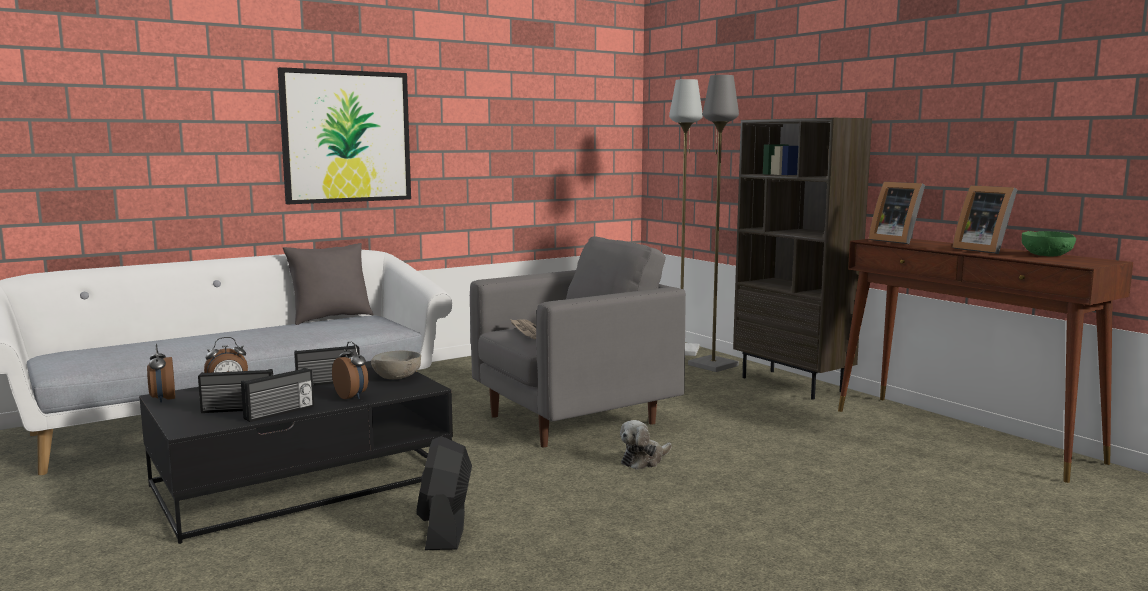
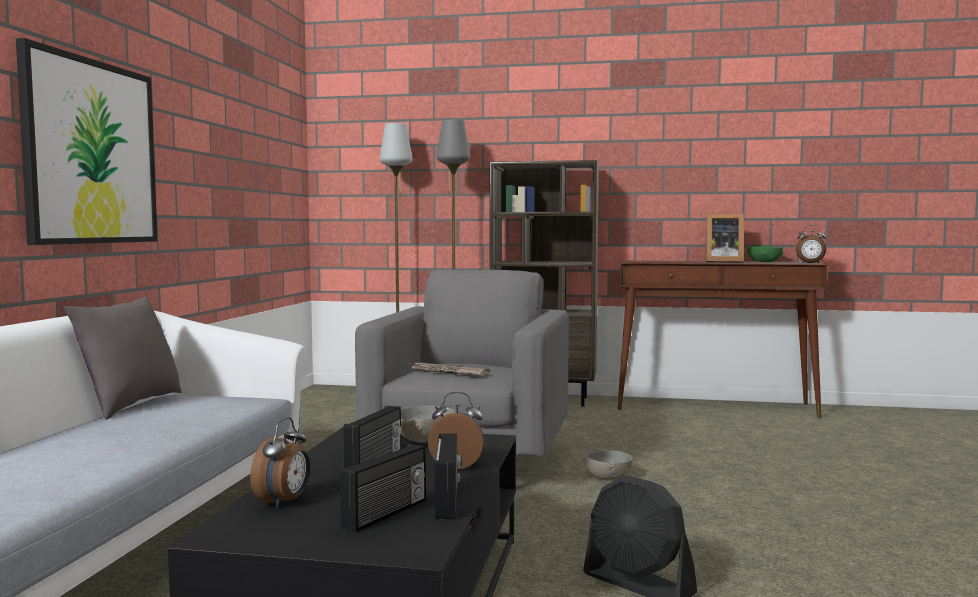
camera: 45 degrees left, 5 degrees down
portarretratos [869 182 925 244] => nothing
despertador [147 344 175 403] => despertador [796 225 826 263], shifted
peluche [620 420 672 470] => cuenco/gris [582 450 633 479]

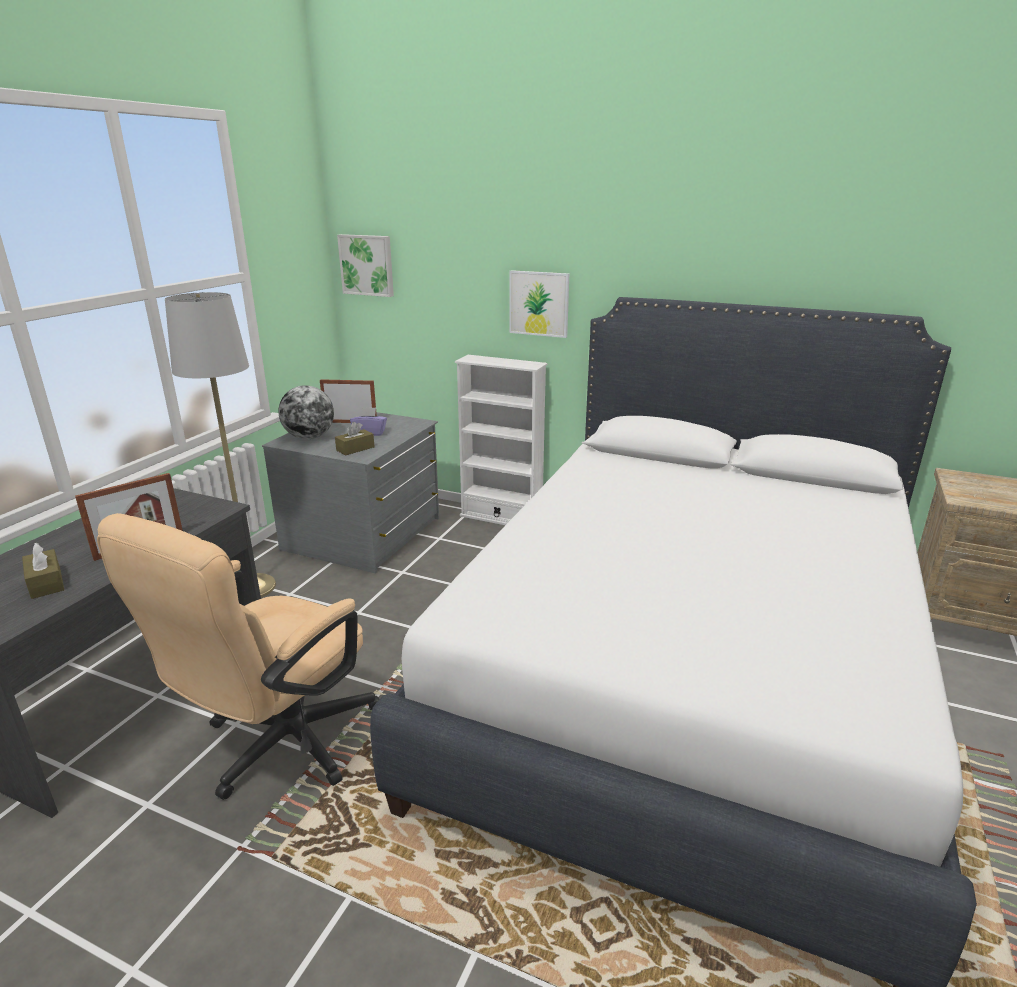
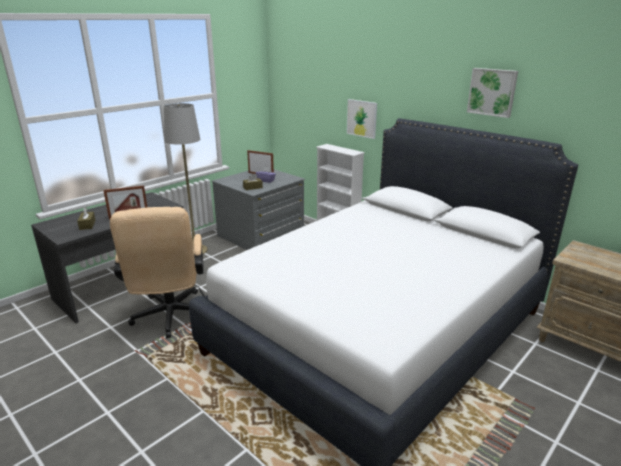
camera: 20 degrees right, 0 degrees up
globo terráqueo [279 385 334 439] => nothing
cuadro [337 234 394 297] => cuadro [467 68 518 118], shifted
silla de oficina/beis [97 513 379 800] => silla de oficina/beis [110 207 205 338], 60 degrees counterclockwise

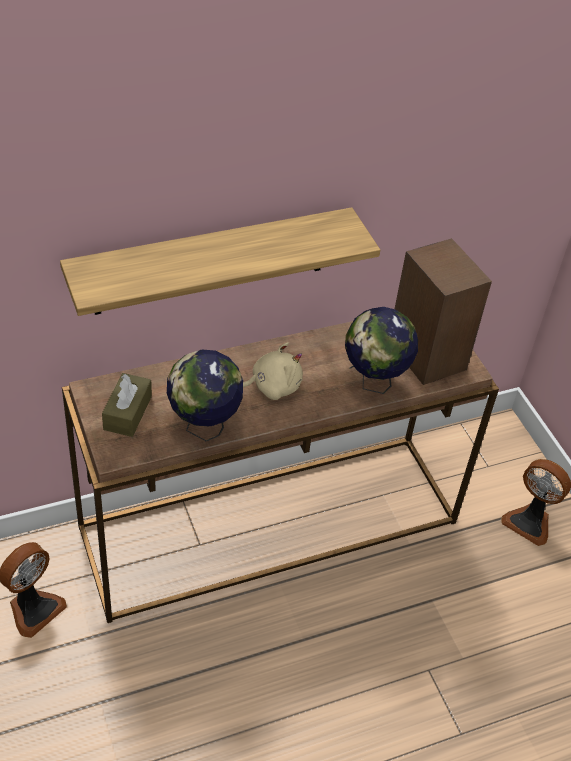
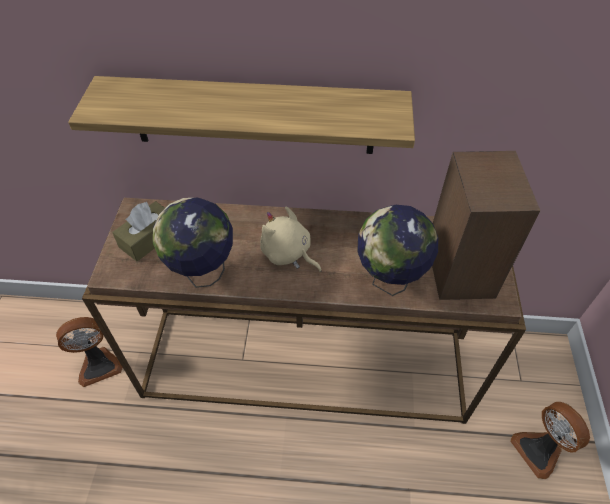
camera: 30 degrees right, 5 degrees up
peluche/beis [243 342 303 400] => peluche/beis [260 207 322 272], 150 degrees counterclockwise

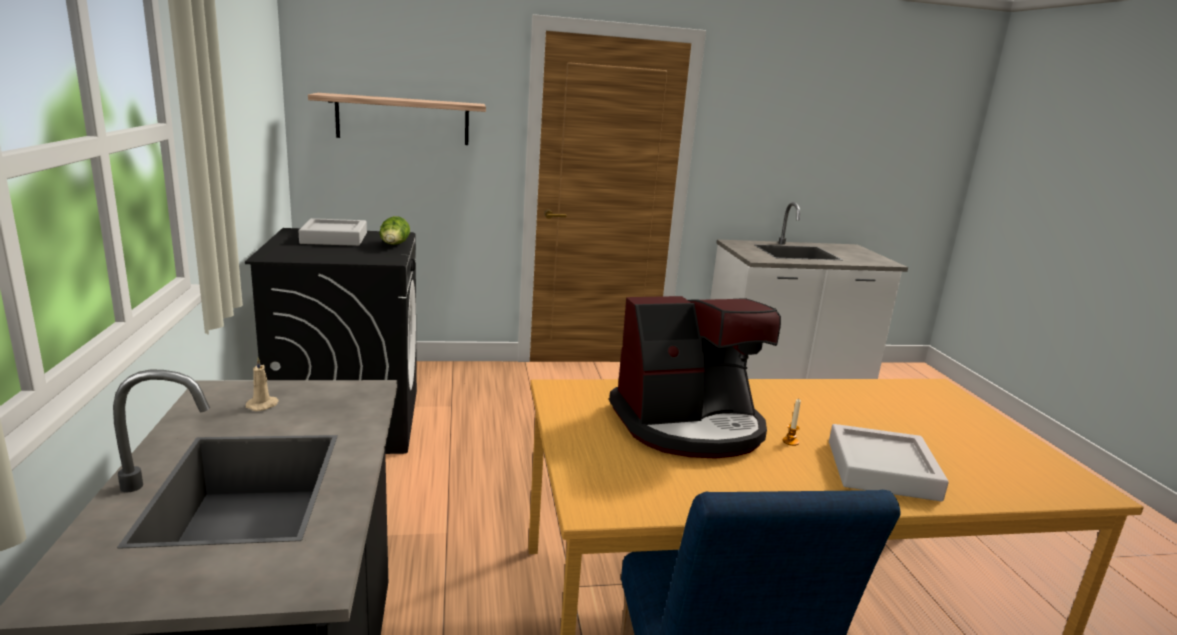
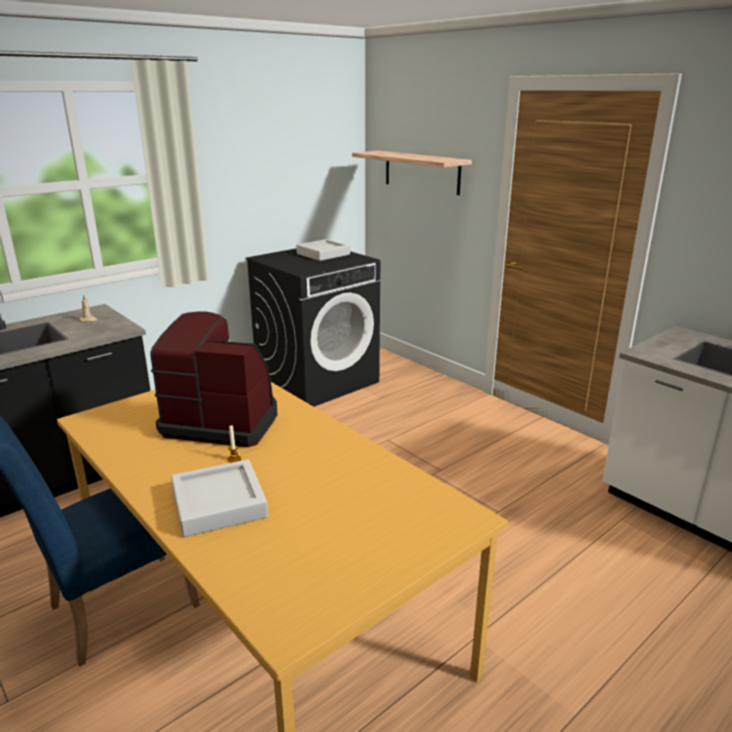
camera: 60 degrees right, 5 degrees up
lechuga [379 216 410 245] => nothing
cafetera [609 296 781 459] => cafetera [150 311 278 447], 150 degrees clockwise

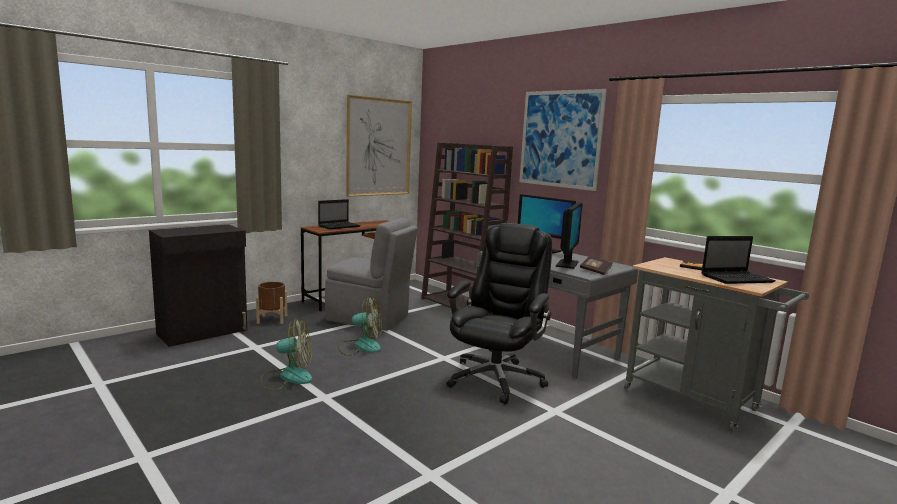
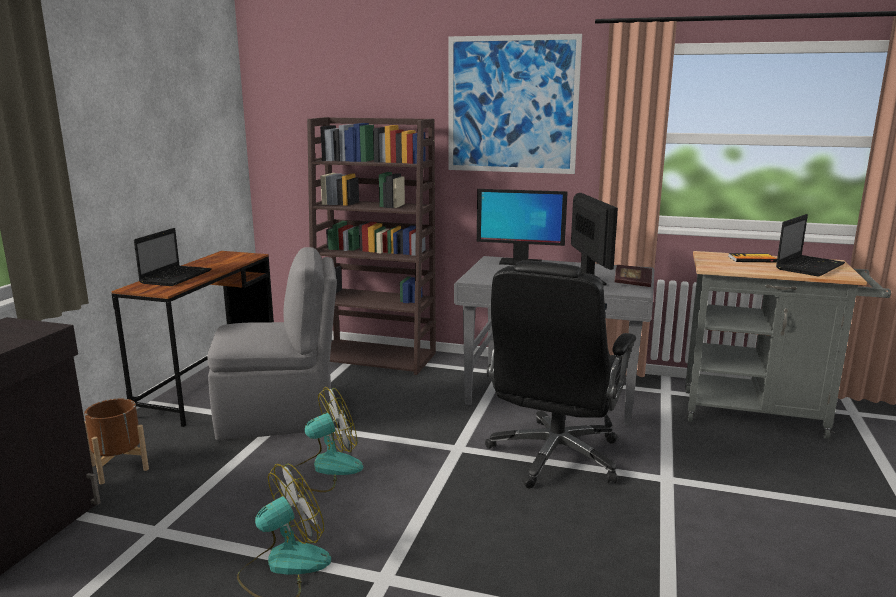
camera: 30 degrees left, 5 degrees up
cuadro [346 95 412 197] => nothing
silla de oficina/negro [446 223 552 405] => silla de oficina/negro [485 261 636 488], 150 degrees counterclockwise

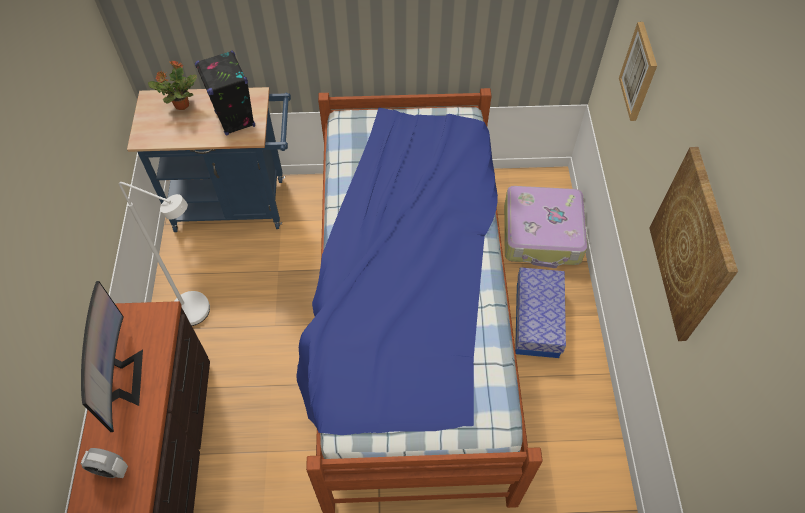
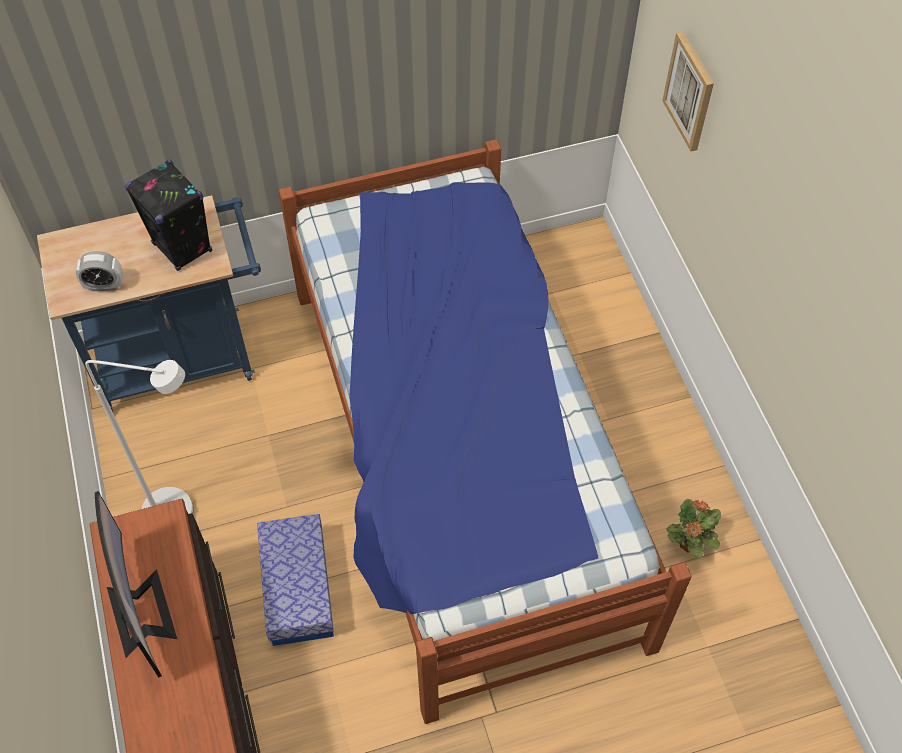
camera: 15 degrees left, 0 degrees up
maleta [504 186 587 268] => nothing
cuadro [649 147 738 341] => nothing
despertador [81 448 128 478] => despertador [76 251 123 291], shifted
planta en maceta [148 61 197 110] => planta en maceta [666 499 721 558], shifted
caja de almacenaje [515 267 566 358] => caja de almacenaje [257 514 334 646], shifted

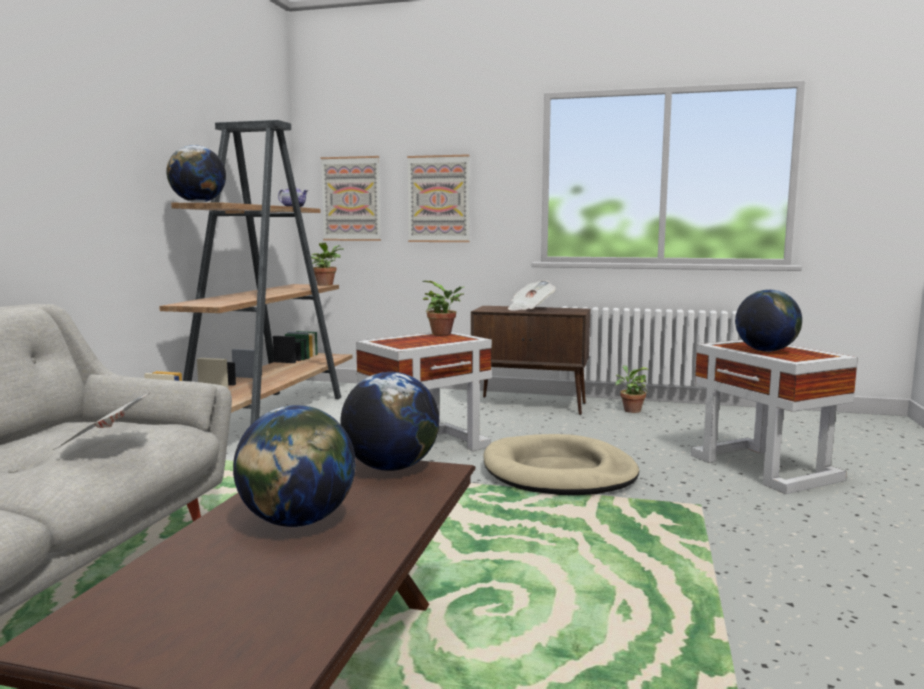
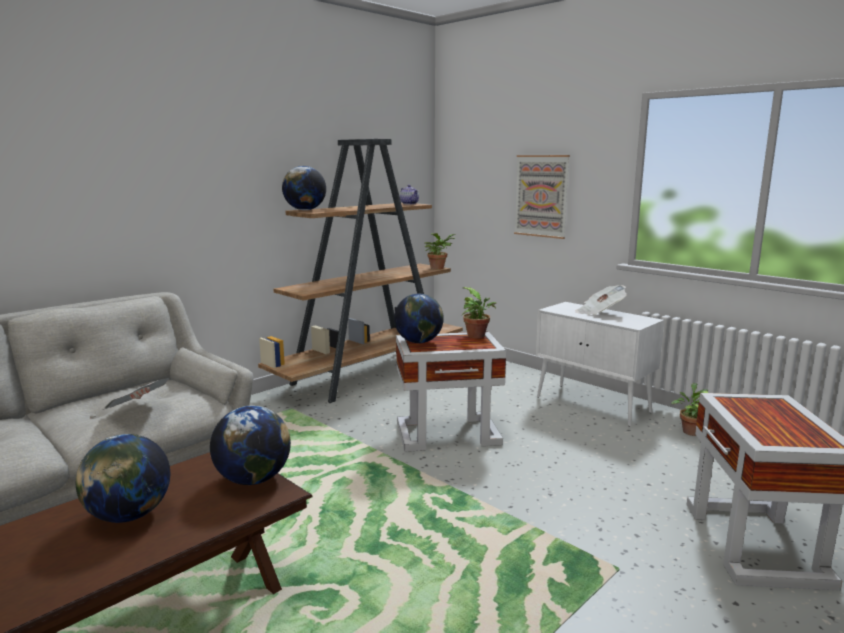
camera: 30 degrees right, 5 degrees up
cuadro [321 156 381 241] => nothing
cama para perro/beis [483 434 639 495] => nothing
globo terráqueo [735 290 802 352] => globo terráqueo [394 294 444 343], shifted
armario/marrón [471 306 590 415] => armario/blanco [536 302 664 427]

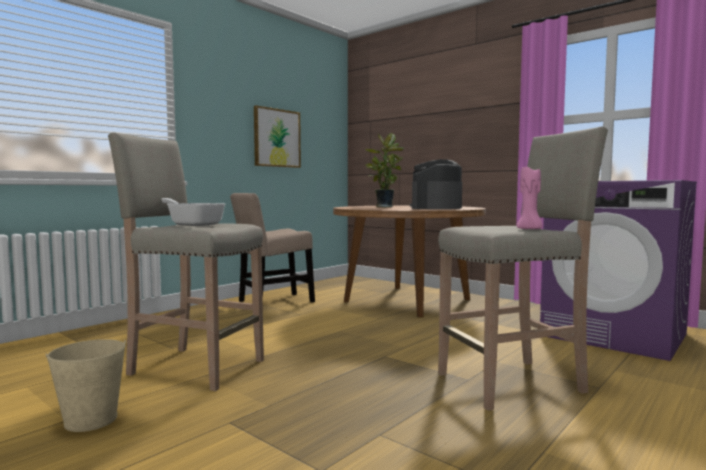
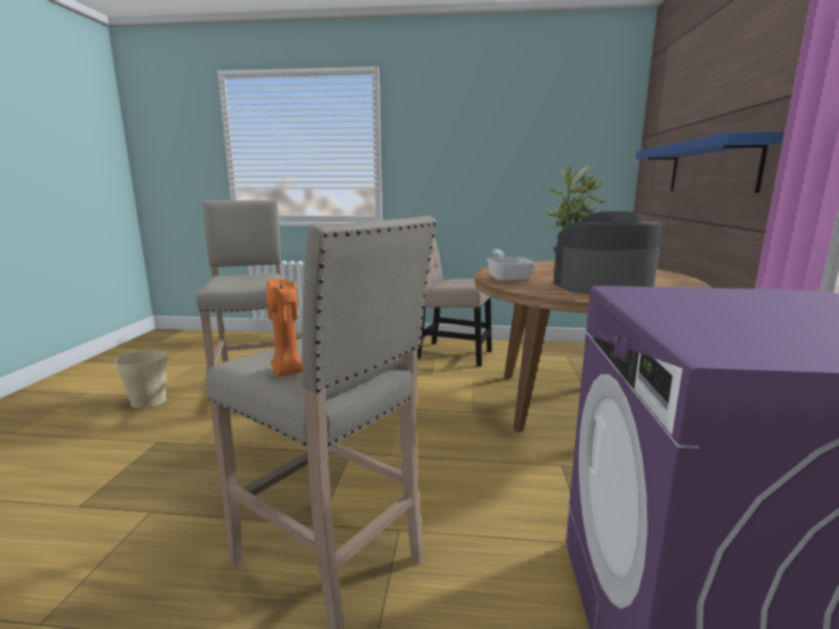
camera: 55 degrees right, 10 degrees up
cuadro [254 105 301 168] => nothing
nothing => estante/azul [636 132 783 193]
sartén [161 198 225 226] => sartén [487 250 535 282], shifted
vela/rosa [517 167 543 229] => vela/naranja [266 279 302 376]

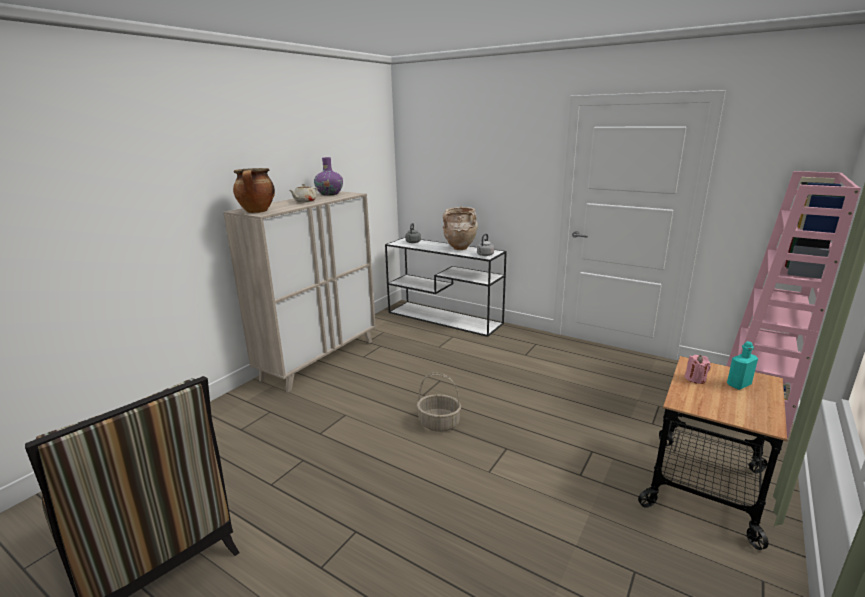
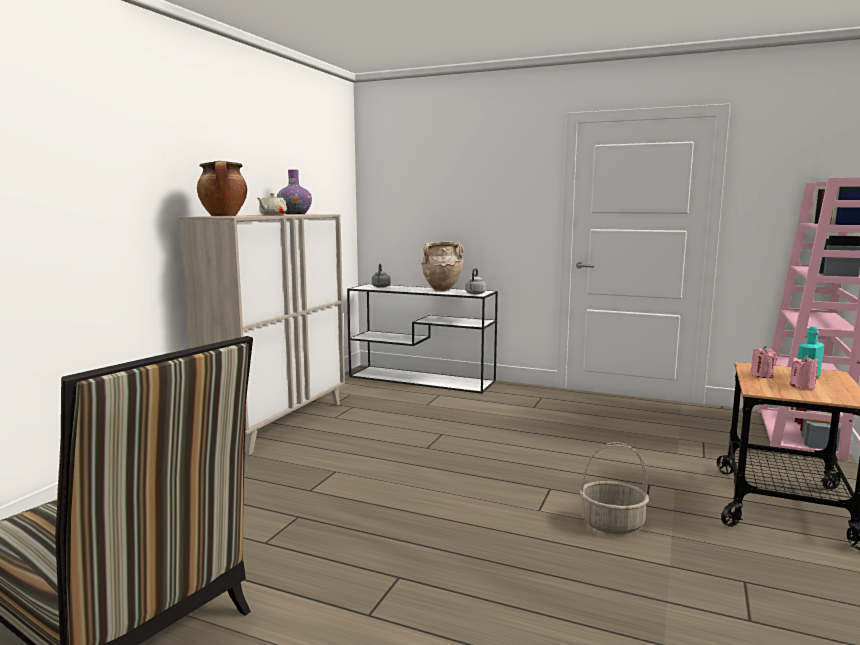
camera: 10 degrees left, 10 degrees down
nothing => vela/rosa [790 355 818 389]
cesta [417 373 461 432] => cesta [580 442 649 534], shifted

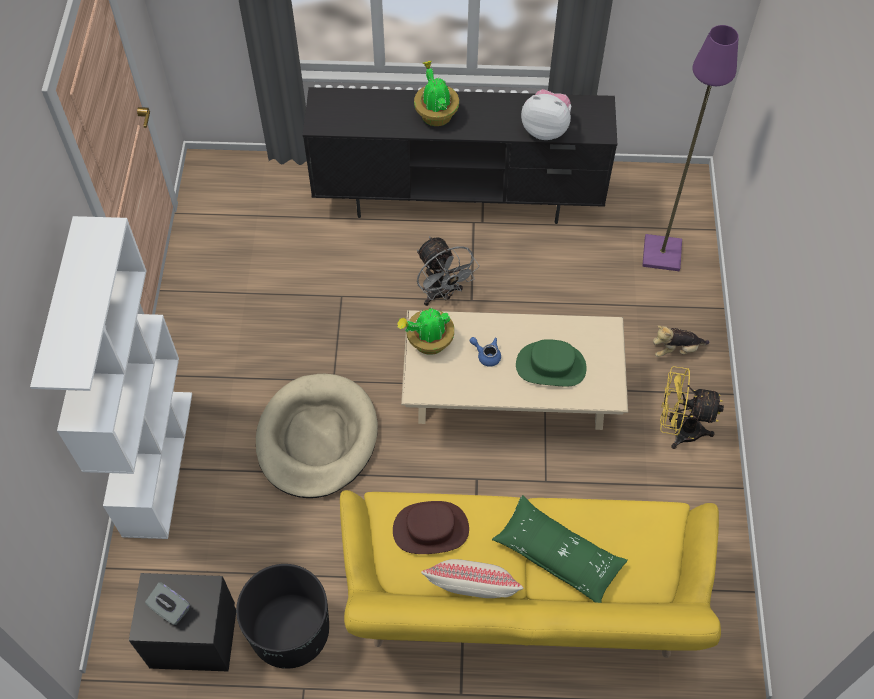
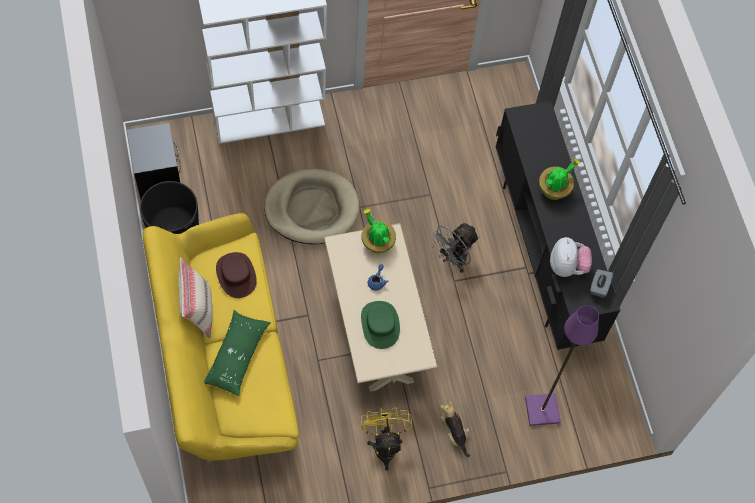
camera: 70 degrees right, 5 degrees up
caja de pañuelos/gris [145 582 190 625] => caja de pañuelos/gris [590 269 613 298], shifted

